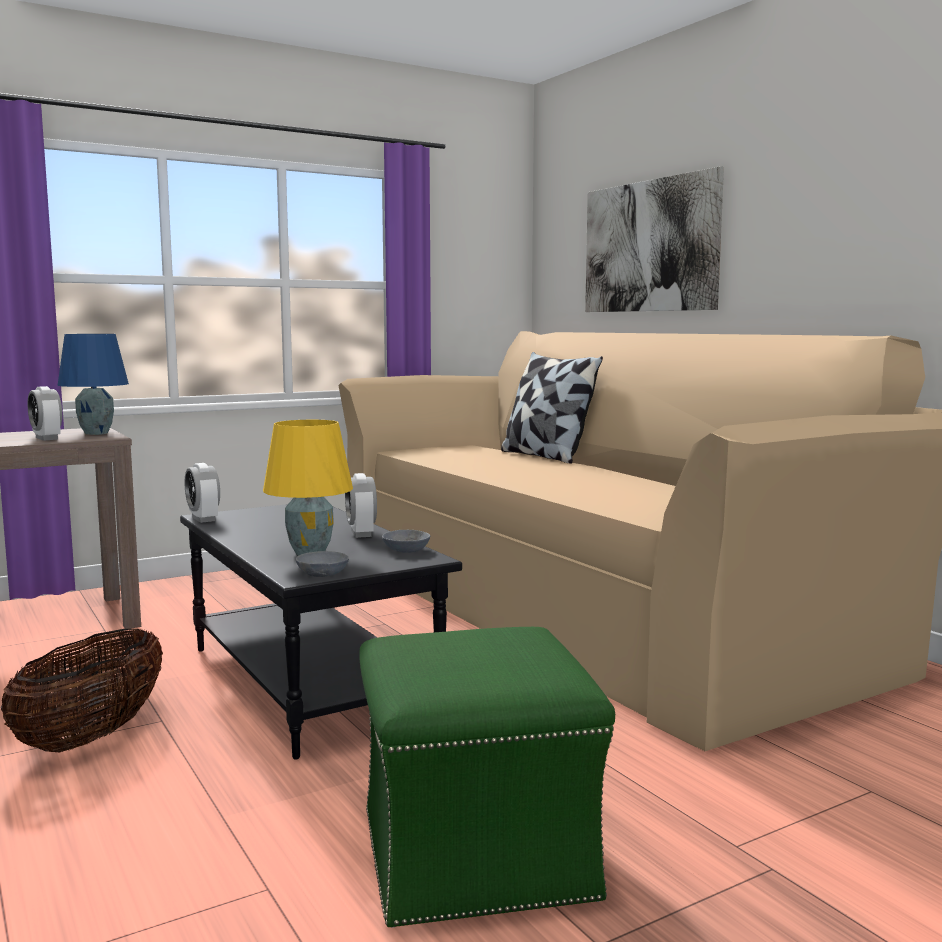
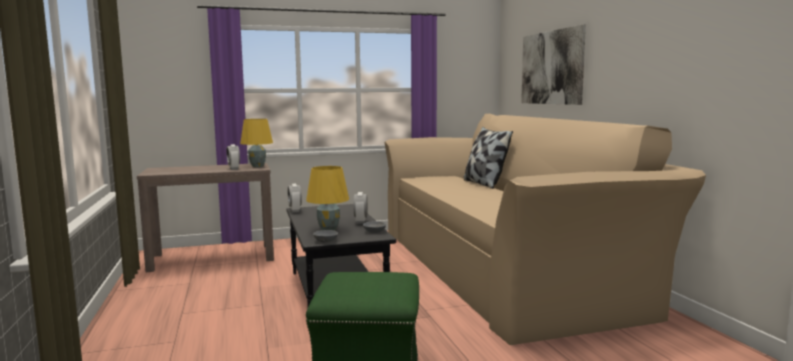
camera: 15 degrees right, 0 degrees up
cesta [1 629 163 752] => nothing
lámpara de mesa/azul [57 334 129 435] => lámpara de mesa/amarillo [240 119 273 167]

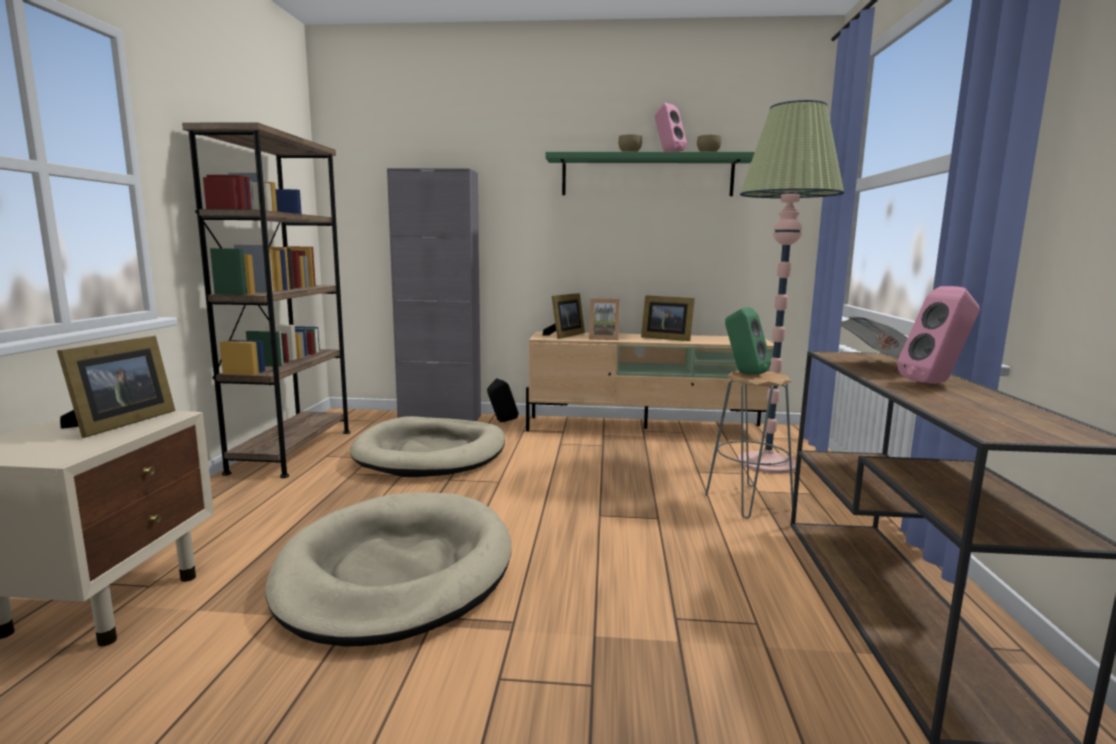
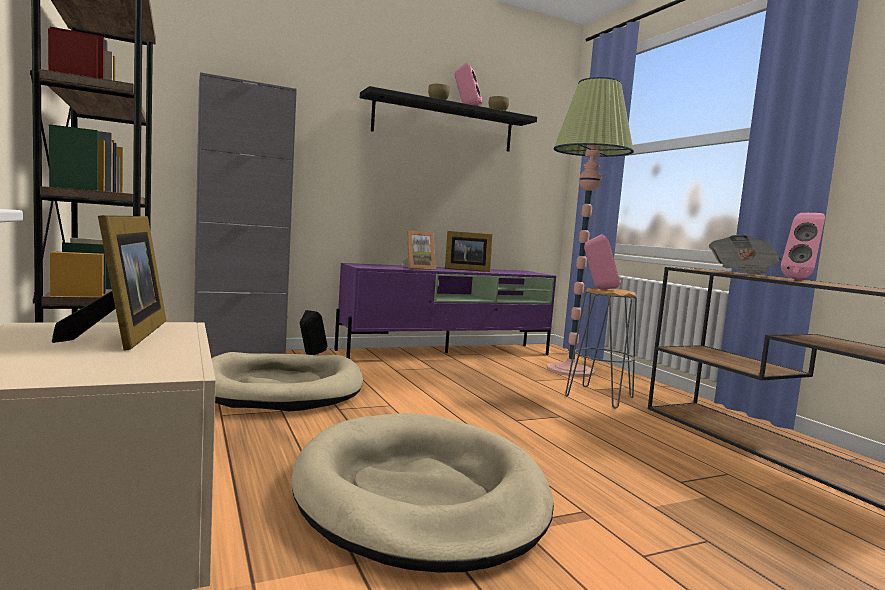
camera: 30 degrees left, 5 degrees down
portarretratos [543 293 585 339] => nothing
mueble de televisión/beis [526 331 774 431] => mueble de televisión/morado [334 263 556 359]
estante/verde [545 152 755 196] => estante/negro [360 86 537 152]
altavoz/verde [725 307 771 374] => altavoz/rosa [584 234 621 289]

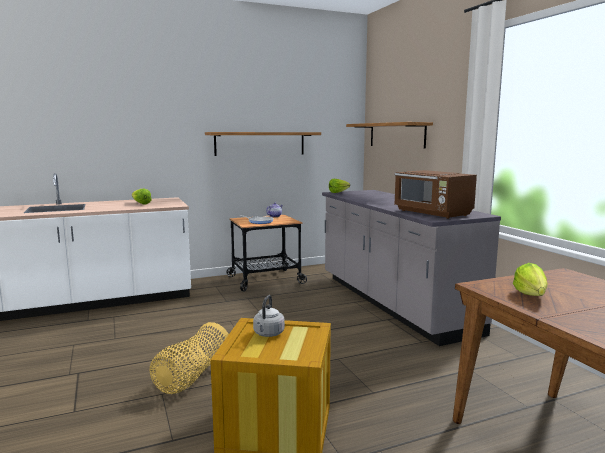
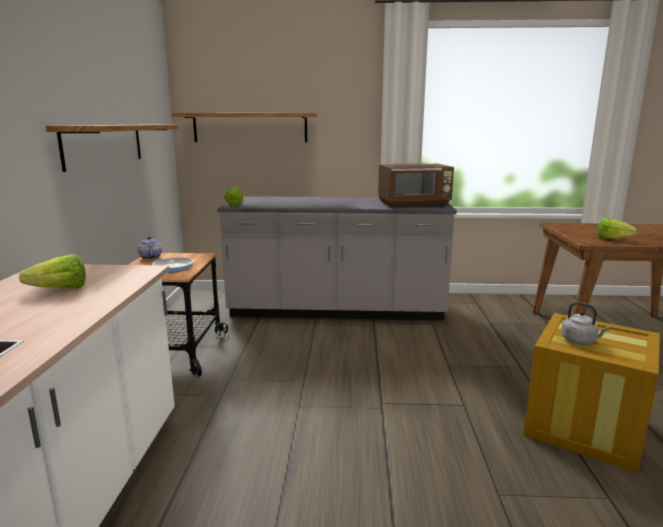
camera: 65 degrees left, 5 degrees up
cesta [150 322 229 394] => nothing

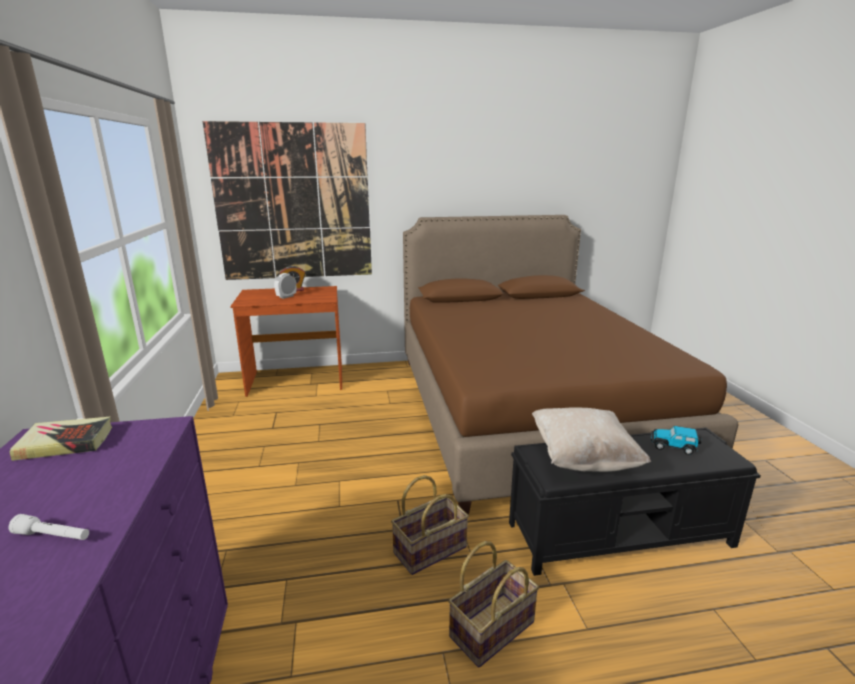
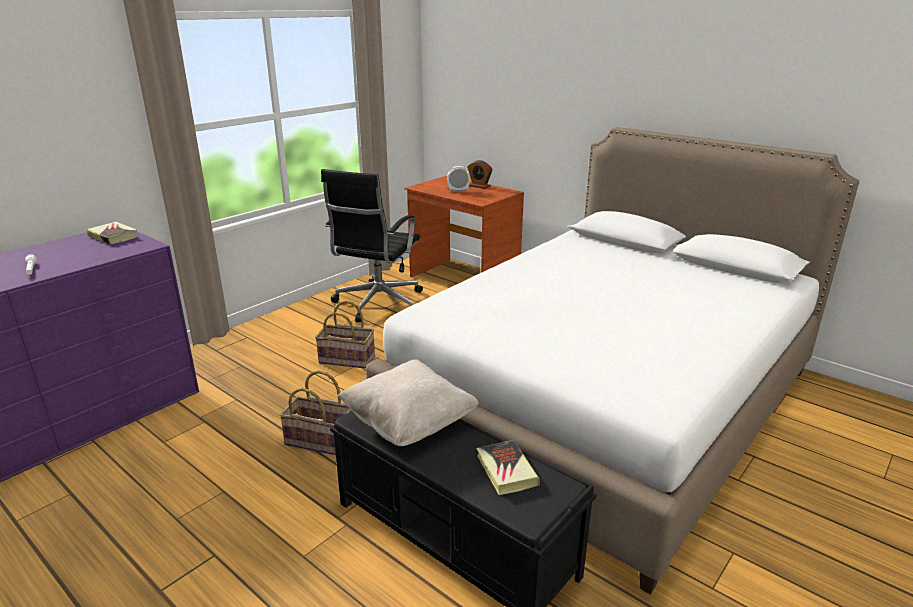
camera: 50 degrees right, 5 degrees up
cuadro [203 121 372 280] => nothing
nothing => silla de oficina/negro [321 169 423 322]
cesta [448 541 539 668] => cesta [315 301 375 369], shifted
coche de juguete [651 426 701 455] => libro [476 440 540 495]
cama/marrón [403 215 739 515] => cama/blanco [366 127 859 595]

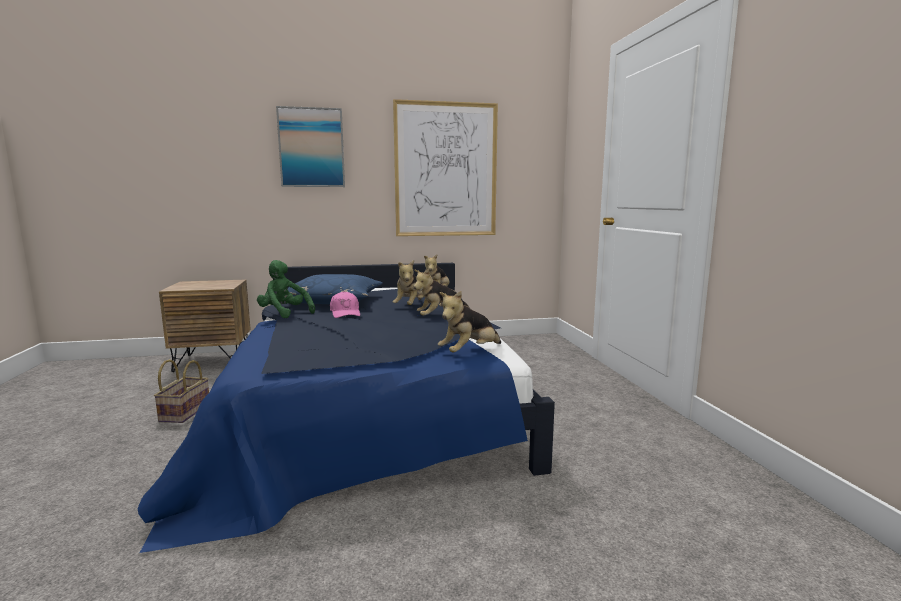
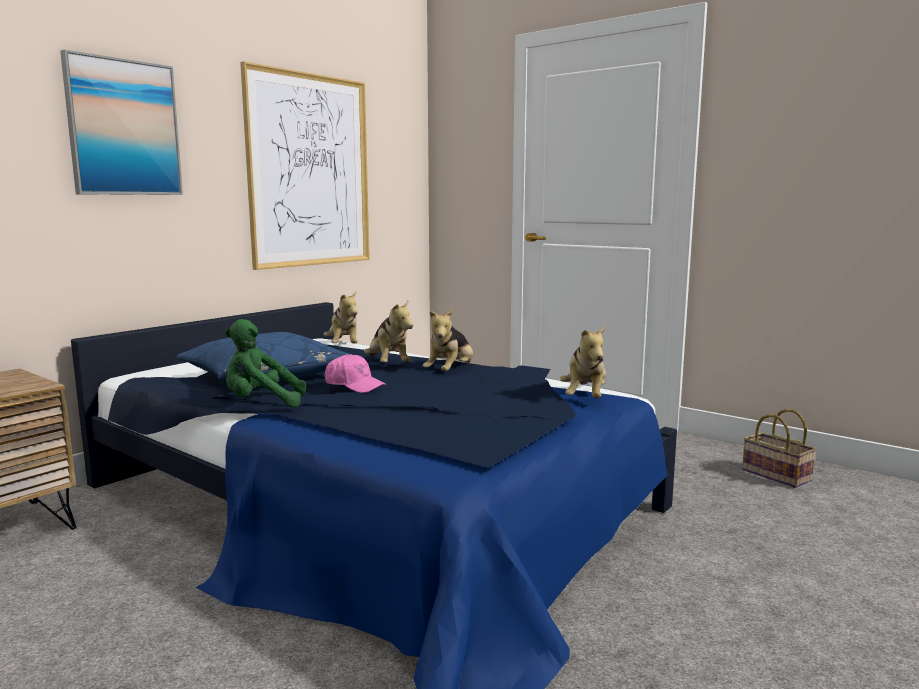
camera: 40 degrees left, 0 degrees up
cesta [154 359 209 423] => cesta [742 409 817 488], shifted

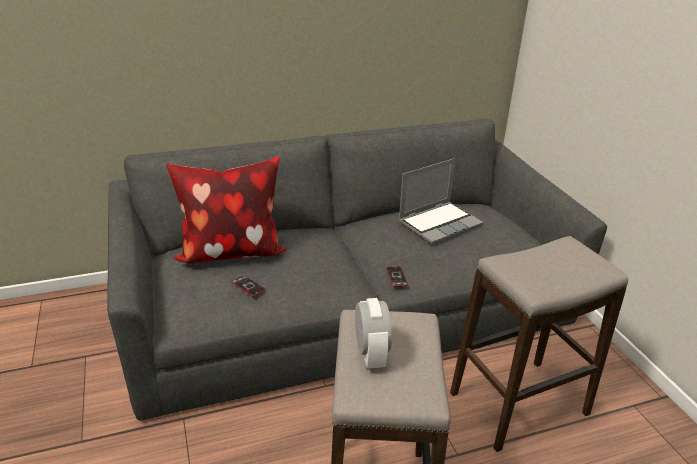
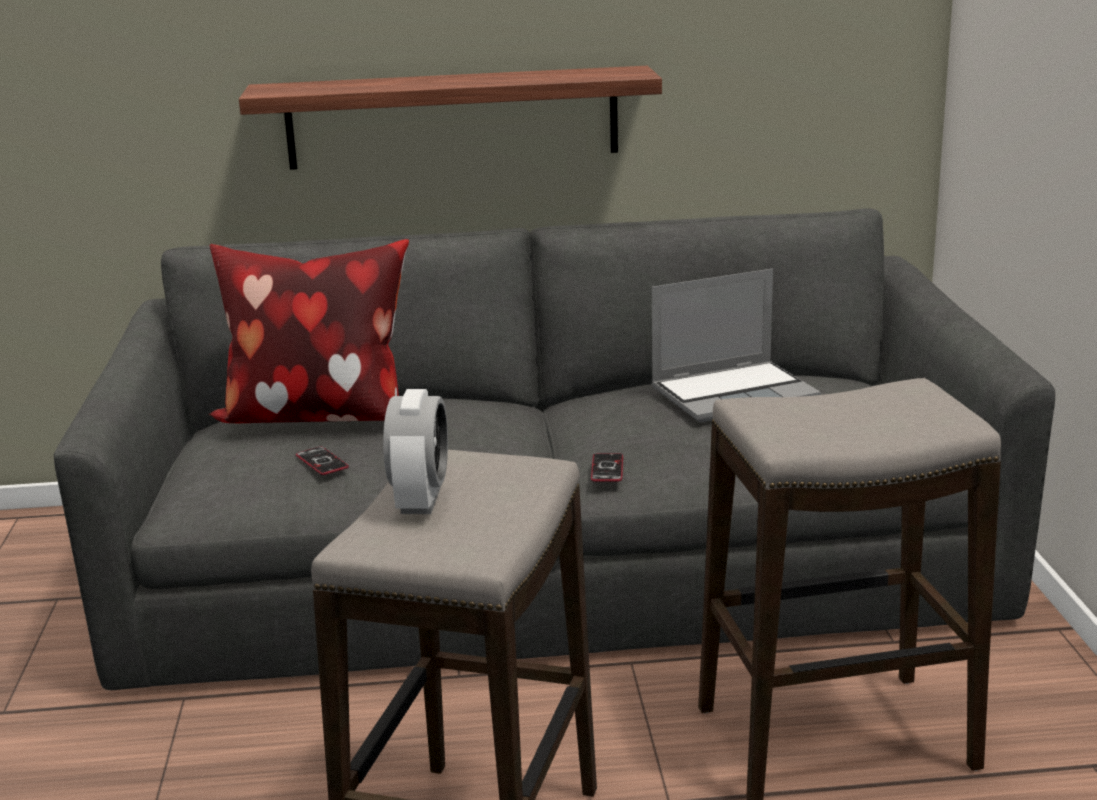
camera: 15 degrees right, 10 degrees down
nothing => estante [239 66 662 170]

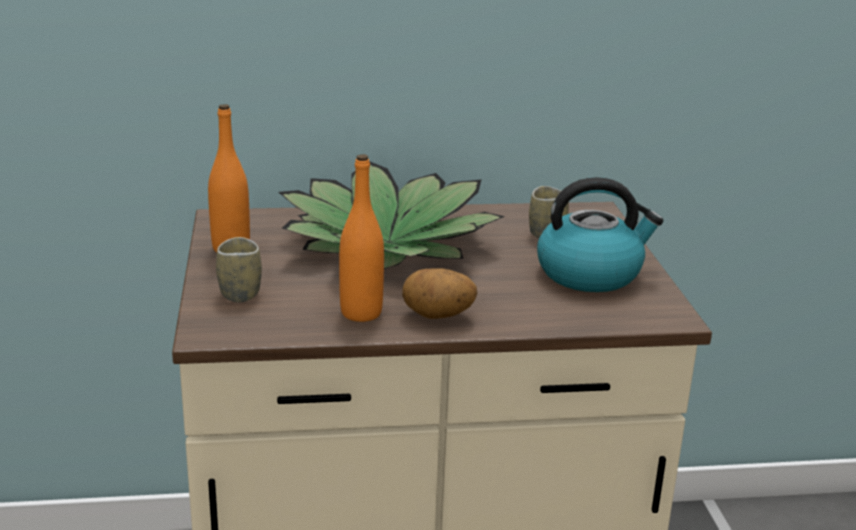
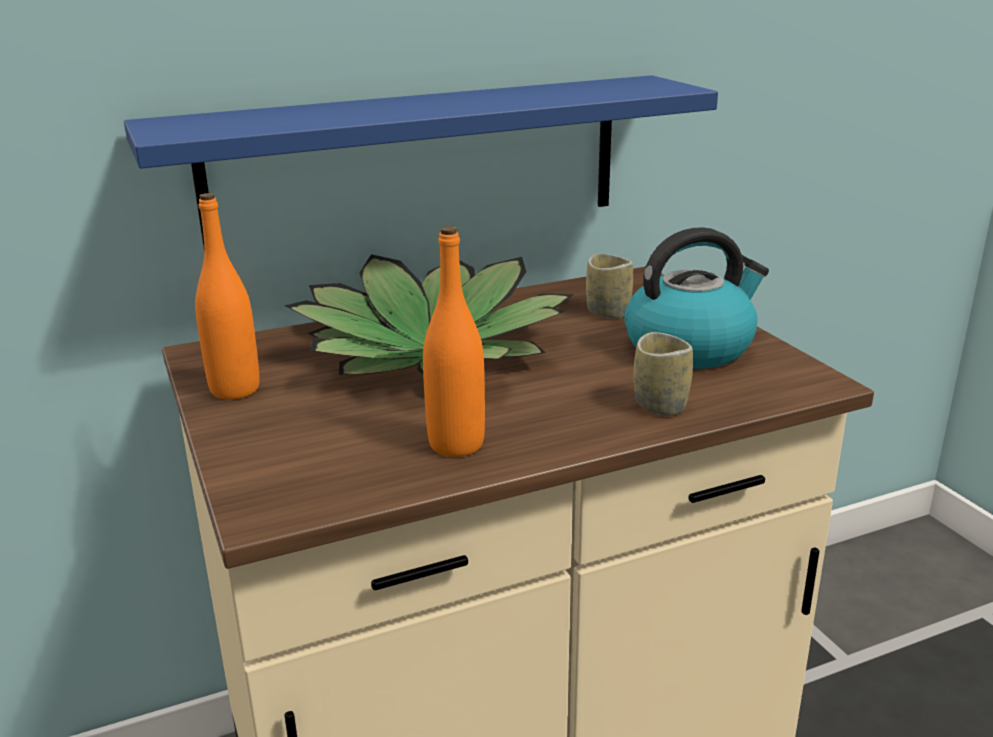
camera: 15 degrees left, 0 degrees up
patata [402 268 477 319] => nothing
nothing => estante/azul [124 75 718 247]
taza [216 237 262 302] => taza [633 332 693 416], shifted

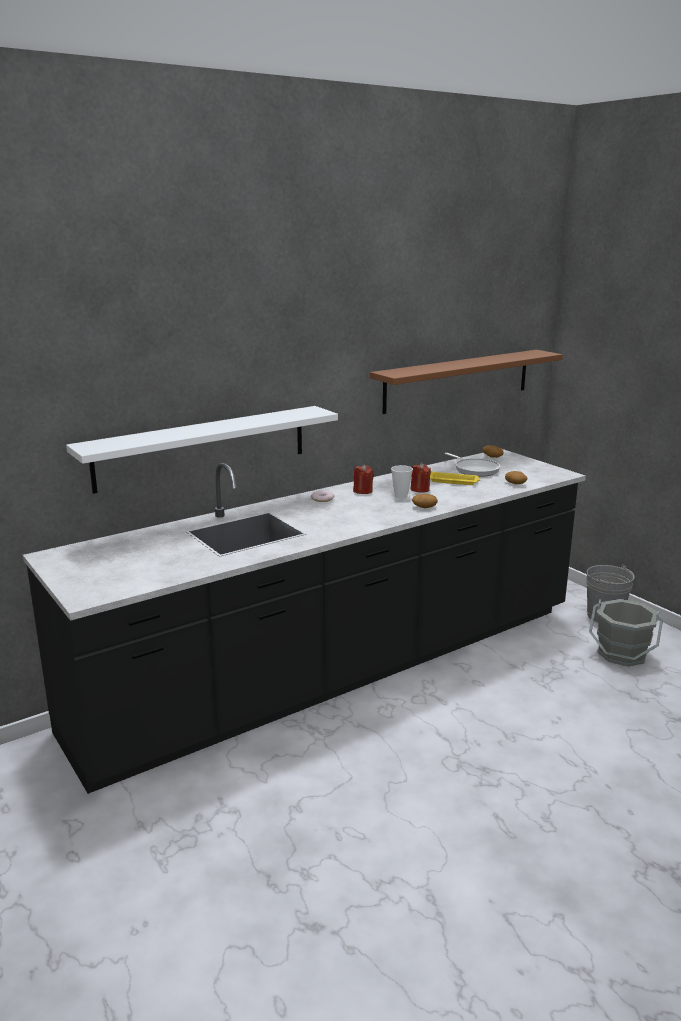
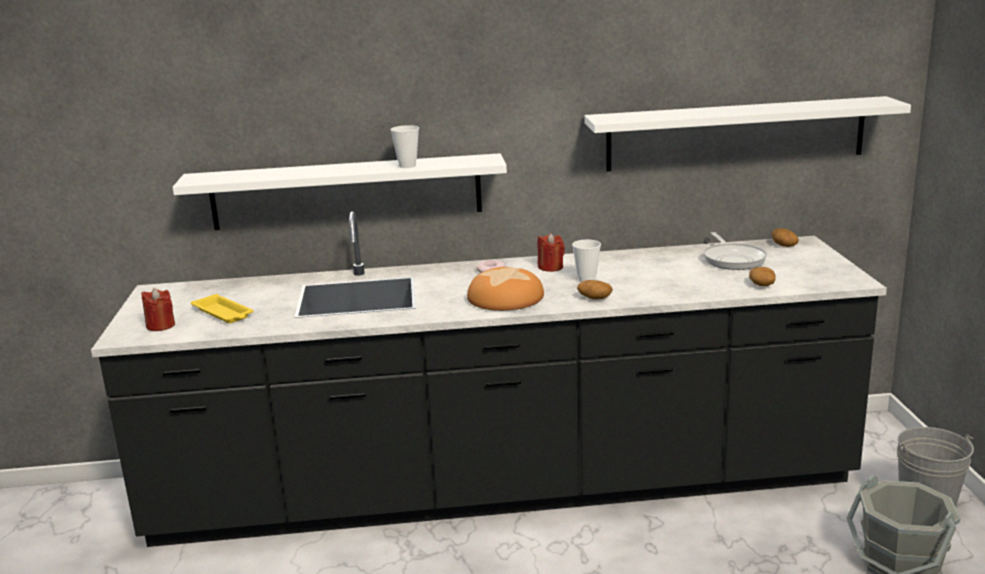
camera: 30 degrees right, 0 degrees up
nothing => taza [391 125 419 168]
nothing => pan [467 267 544 311]
vela/rojo [411 463 431 493] => vela/rojo [141 288 175 331], shifted
bandeja/amarillo [430 471 480 485] => bandeja/amarillo [191 294 253 323], shifted
estante/marrón [370 350 563 414] => estante/blanco [584 96 911 172]

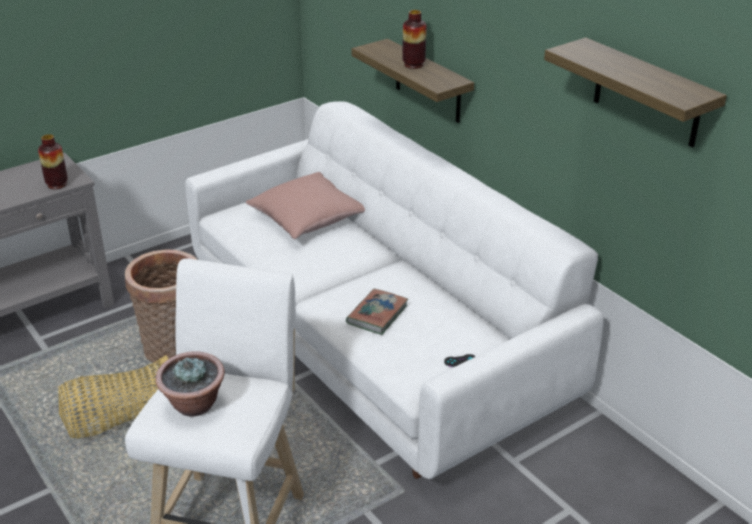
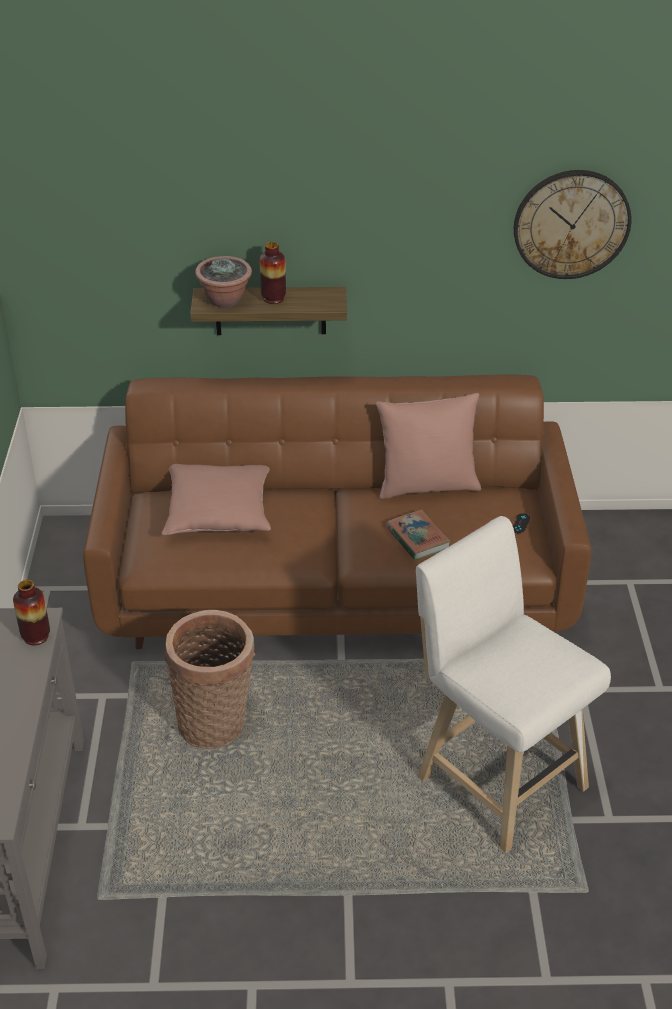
camera: 55 degrees left, 5 degrees up
cesta [58 355 168 438] => nothing
nothing => cojín/rosa [376 393 481 499]
planta en maceta [155 351 225 416] => planta en maceta [195 256 252 308], shifted
estante [544 38 727 148] => reloj de pared [514 170 632 279]
sofá/blanco [185 101 604 479] => sofá/marrón [83 374 591 649]

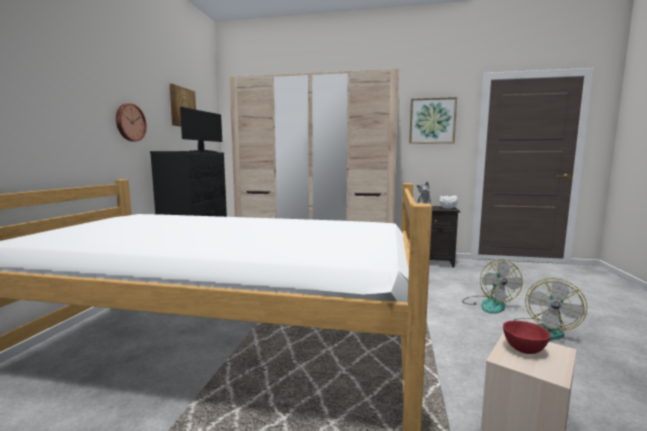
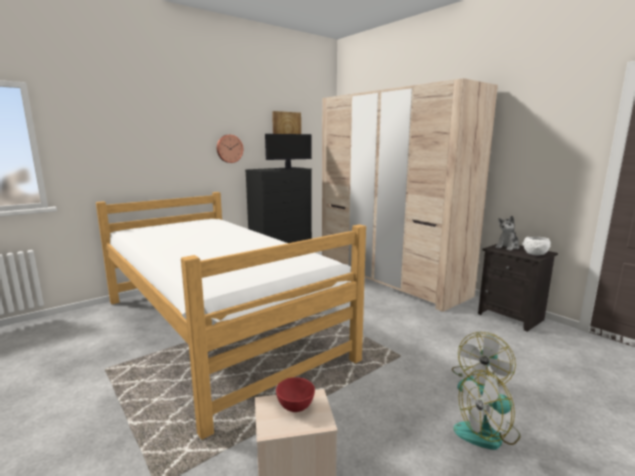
camera: 40 degrees right, 5 degrees up
cuadro [409 97 457 144] => nothing

